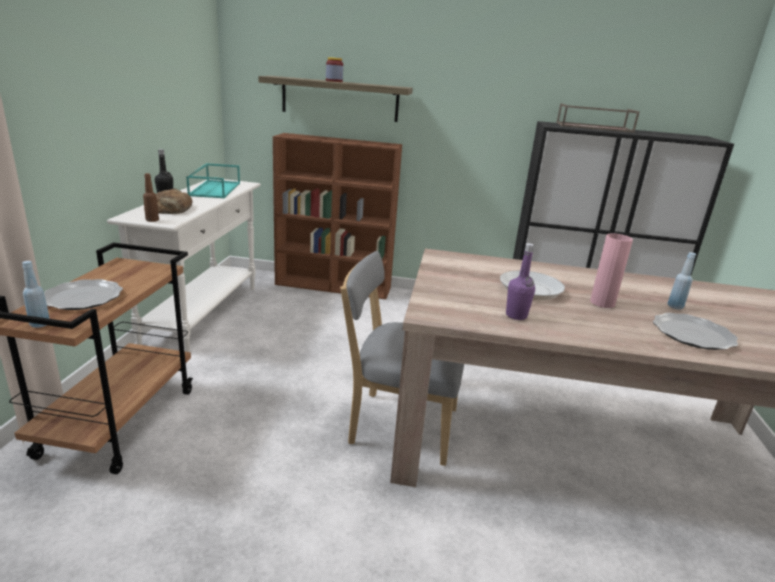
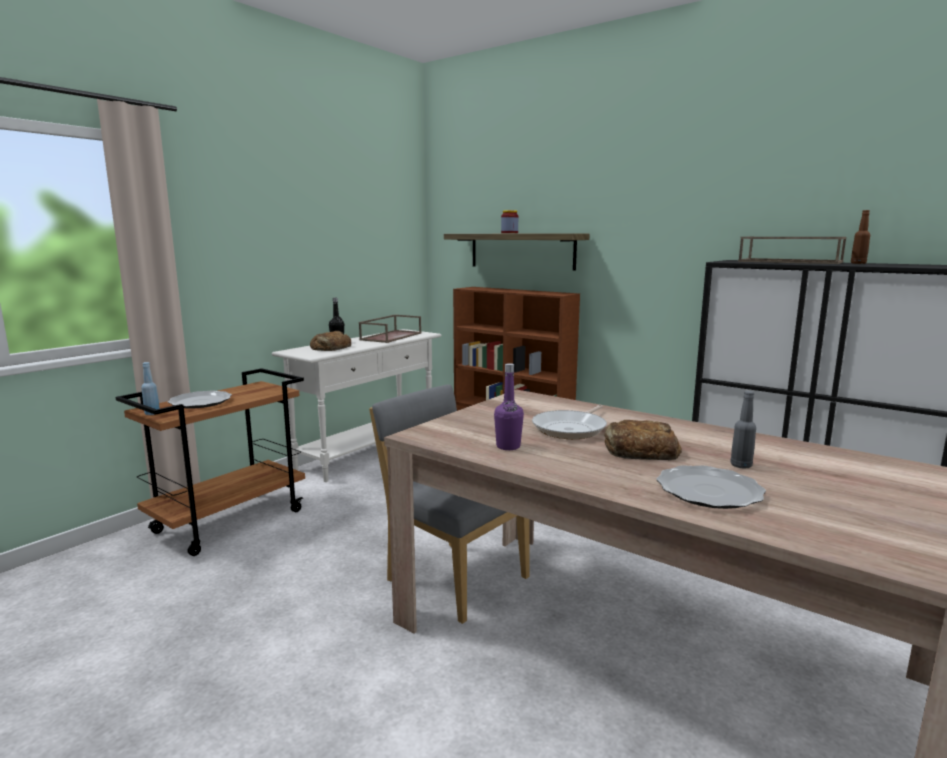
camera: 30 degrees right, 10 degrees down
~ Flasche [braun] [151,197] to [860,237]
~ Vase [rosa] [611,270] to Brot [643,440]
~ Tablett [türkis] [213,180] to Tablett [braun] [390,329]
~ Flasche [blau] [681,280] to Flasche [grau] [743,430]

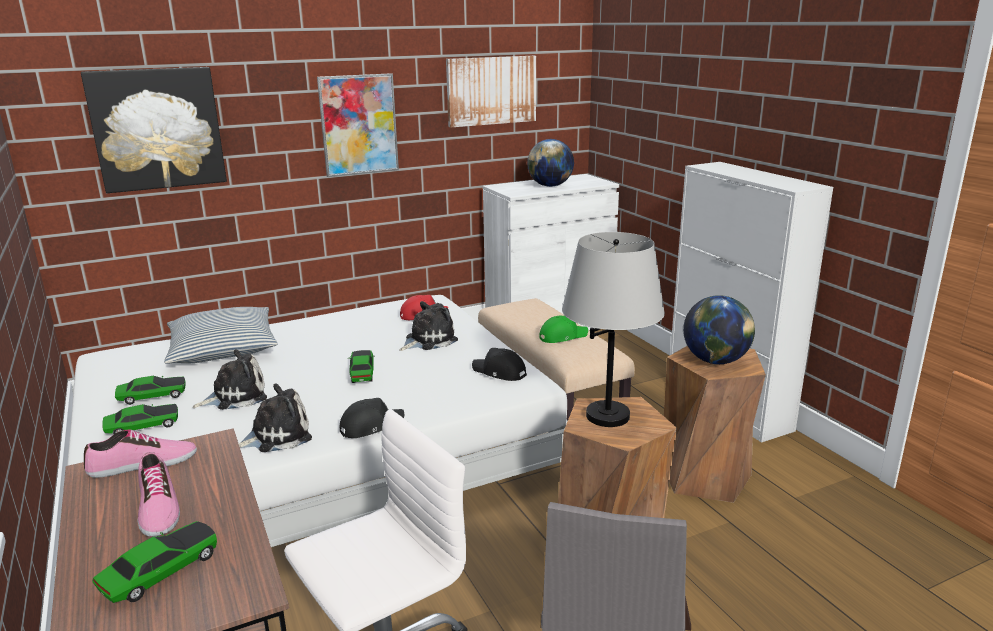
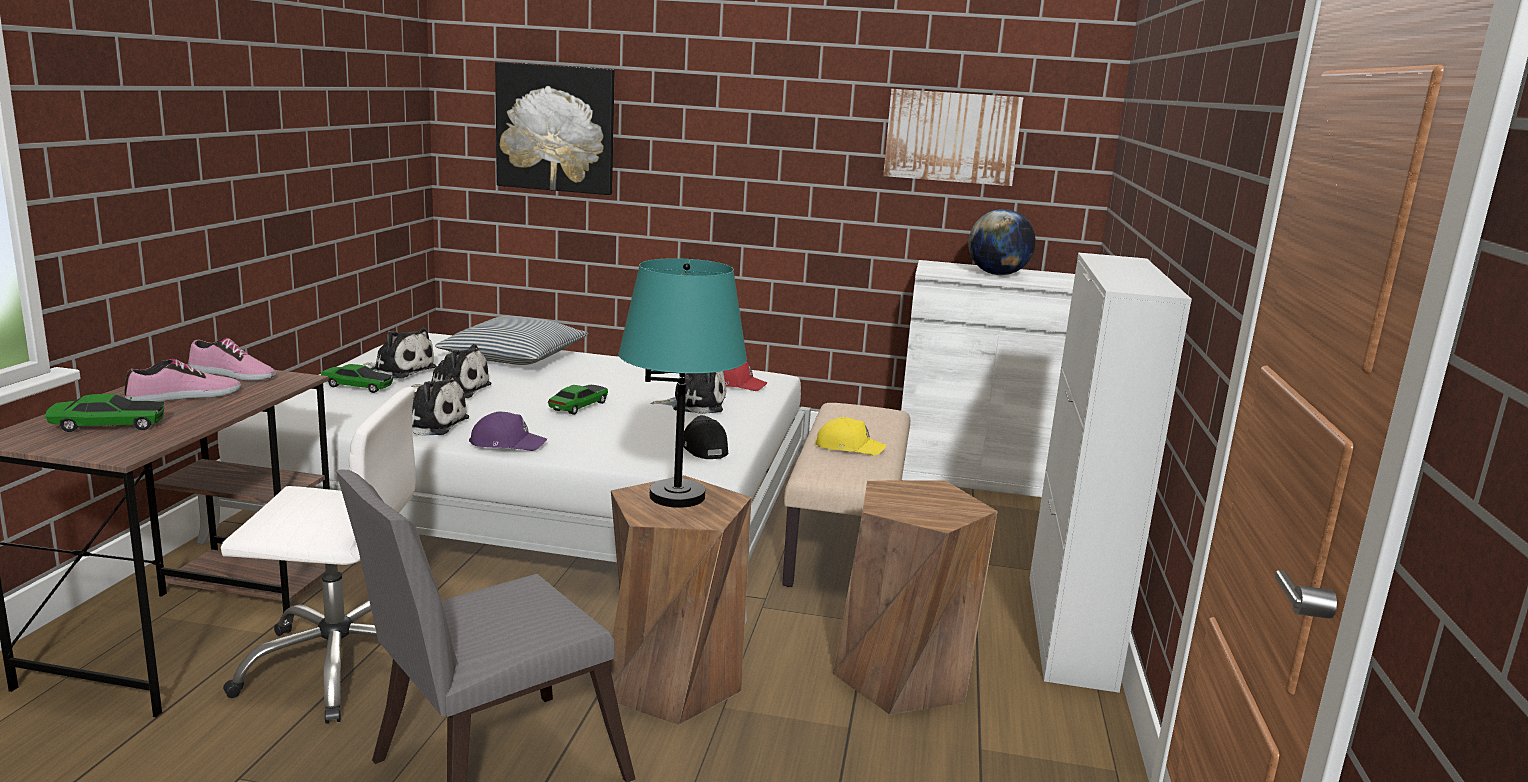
camera: 35 degrees right, 5 degrees down
- Bild [358,125]
- Globus [719,329]
~ Spielzeugauto [150,390] to Plüschtier [400,353]
~ Kappe [schwarz] [372,418] to Kappe [lila] [508,431]
~ Kappe [grün] [563,329] to Kappe [gelb] [851,436]
~ Tischlampe [grau] [613,329] to Tischlampe [türkis] [682,383]
~ Schuh [159,494] = [182,380] 135 degrees counterclockwise

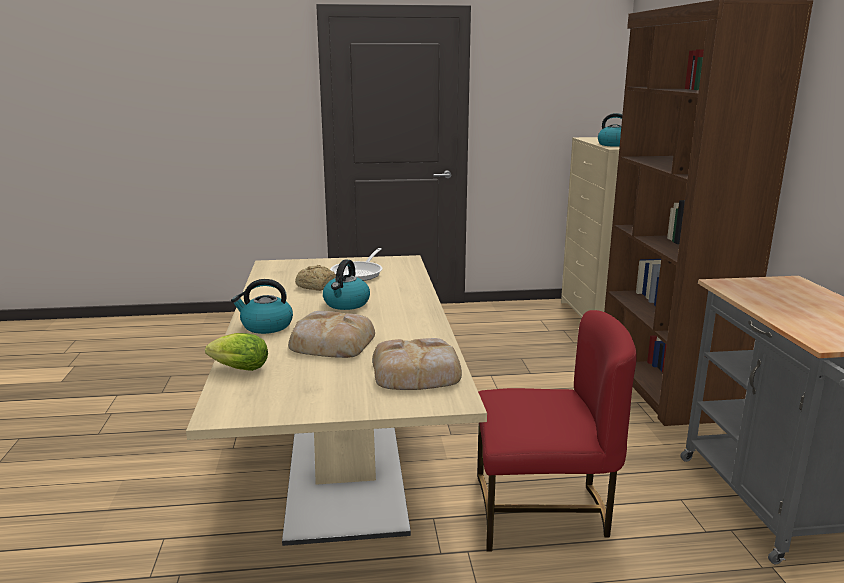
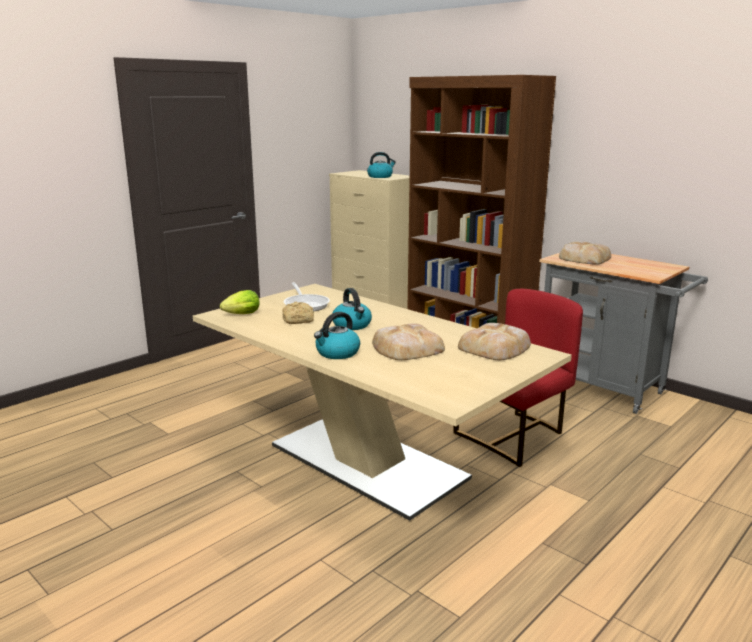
camera: 40 degrees left, 0 degrees up
+ Brot [585,253]
~ Salatkopf [236,352] to [240,302]

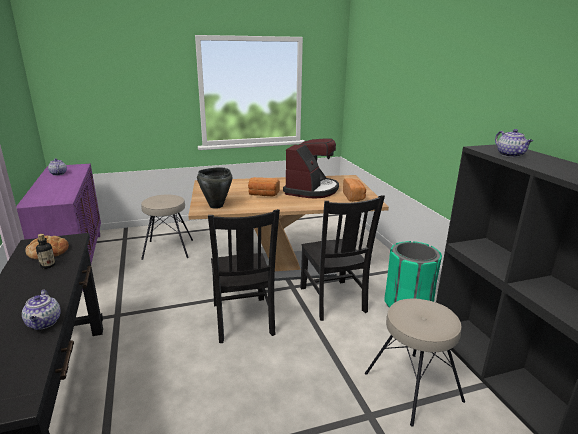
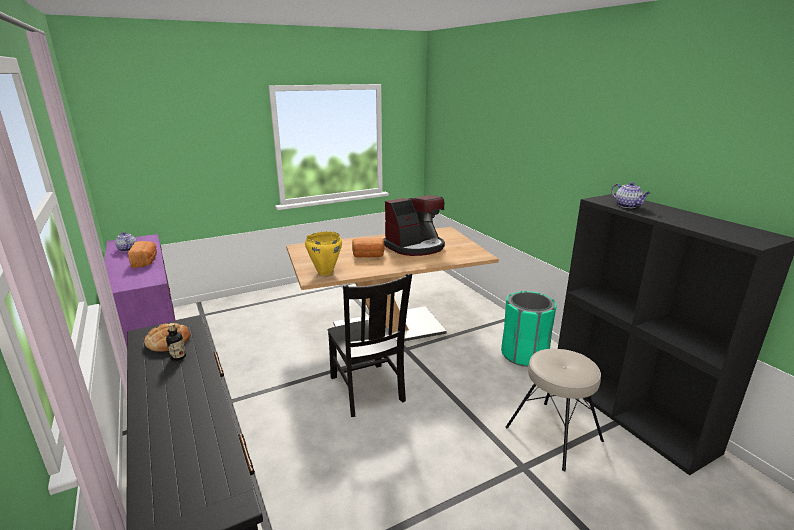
camera: 10 degrees left, 0 degrees up
- Teekanne [41,310]
- Hocker [beige] [167,227]
- Stuhl [schwarz] [342,258]
~ Brot [354,190] to [142,254]
~ Kochtopf [schwarz] [214,188] to Kochtopf [gelb] [323,253]
~ Kaffeemaschine [311,168] = [414,225] 45 degrees clockwise

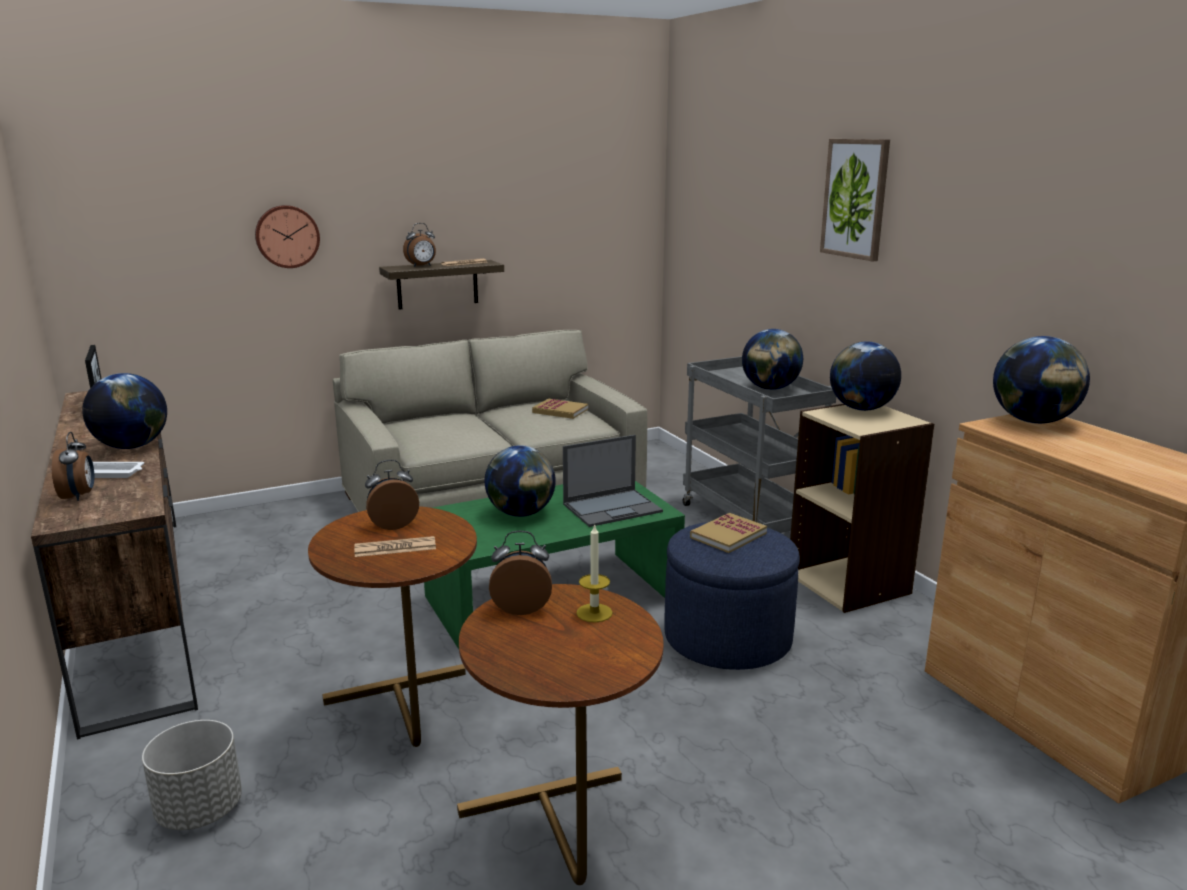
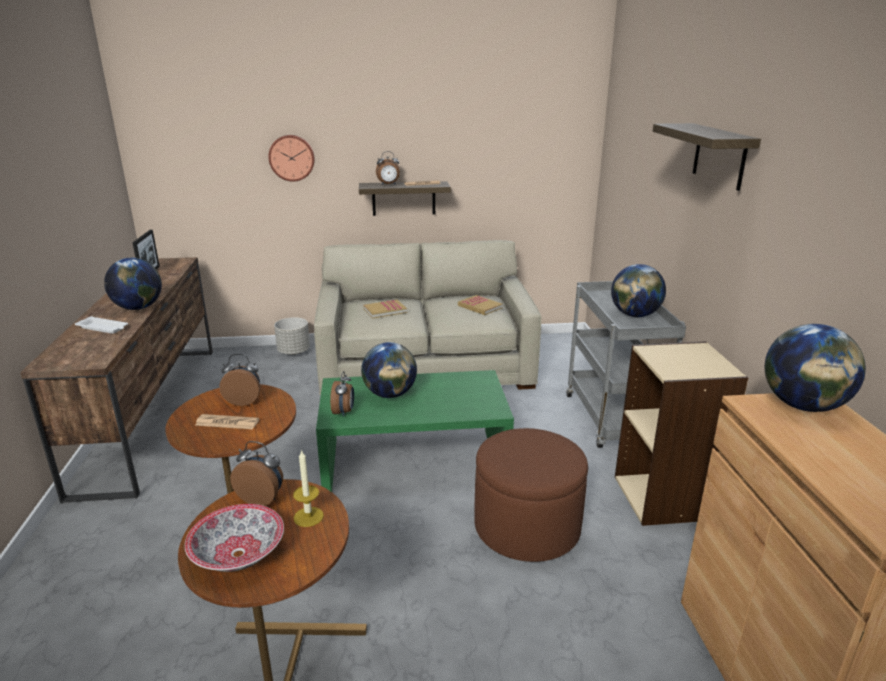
camera: 20 degrees right, 5 degrees up
- Laptop [613,481]
- Globus [865,376]
+ Schüssel [234,538]
~ Wecker [73,466] to [342,394]
~ Pflanzkübel [grau] [192,775] to [292,336]
~ Buch [728,533] to [385,309]
~ Bild [855,200] to Wandregal [707,157]
~ Polsterhocker [blau] [732,596] to Polsterhocker [braun] [531,495]

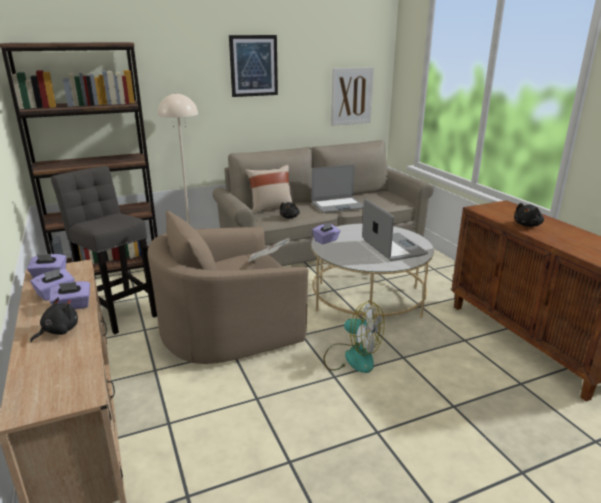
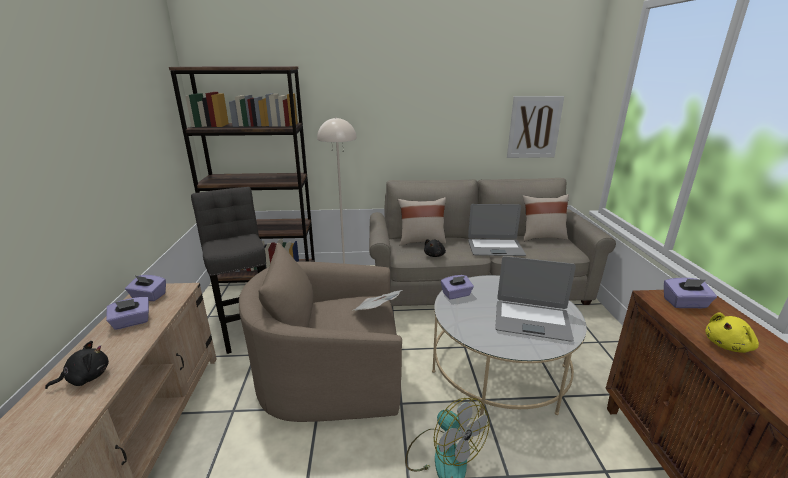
camera: 20 degrees right, 0 degrees up
- Bild [253,66]
+ Kissen [beige] [545,217]
~ Taschentuchbox [lila] [69,295] to [690,293]
~ Plüschtier [schwarz] [529,215] to Plüschtier [gelb] [732,332]
~ Laptop [395,230] = [535,299] 105 degrees clockwise

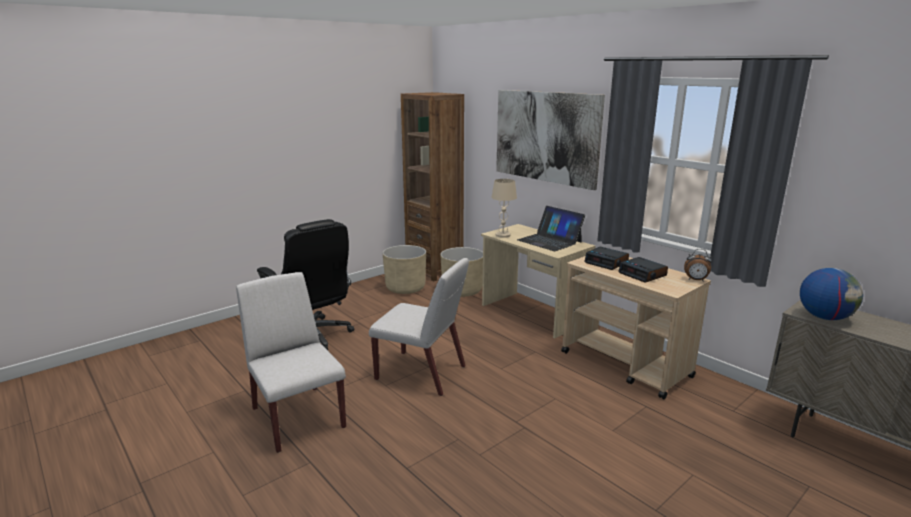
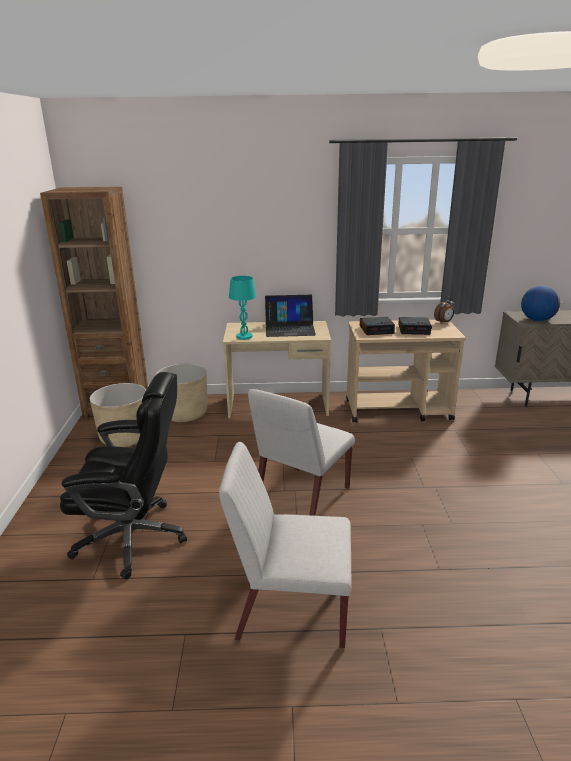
camera: 50 degrees left, 5 degrees up
- Bild [550,140]
~ Tischlampe [beige] [504,208] to Tischlampe [türkis] [242,308]
~ Stuhl [weiß] [419,327] = [301,452] 150 degrees clockwise

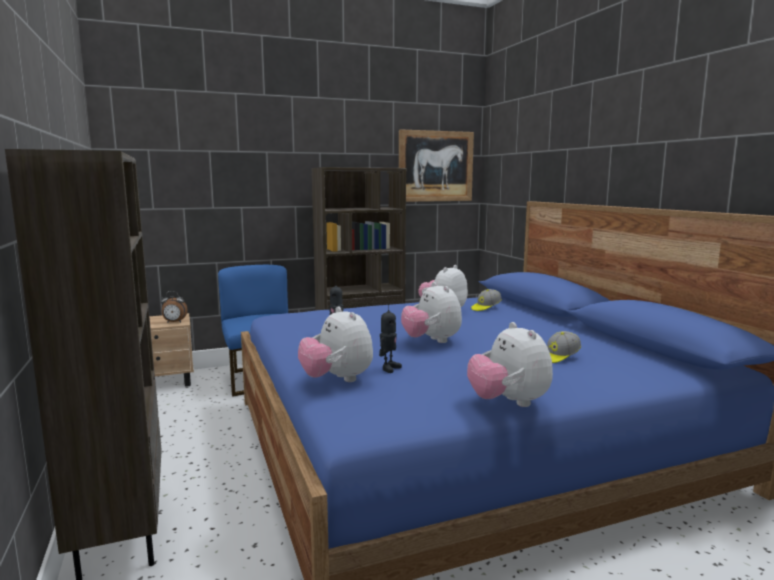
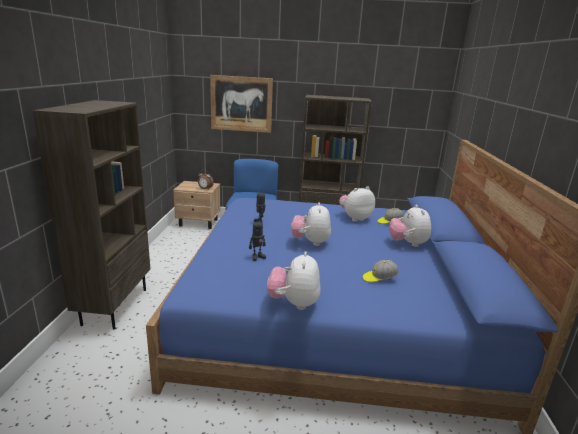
camera: 25 degrees right, 10 degrees up
~ Plüschtier [335,344] to [410,225]
~ Bild [436,165] to [241,104]

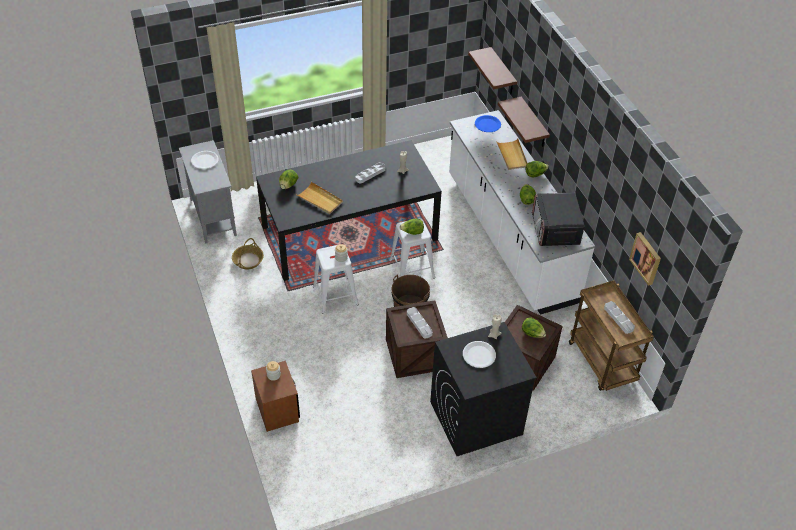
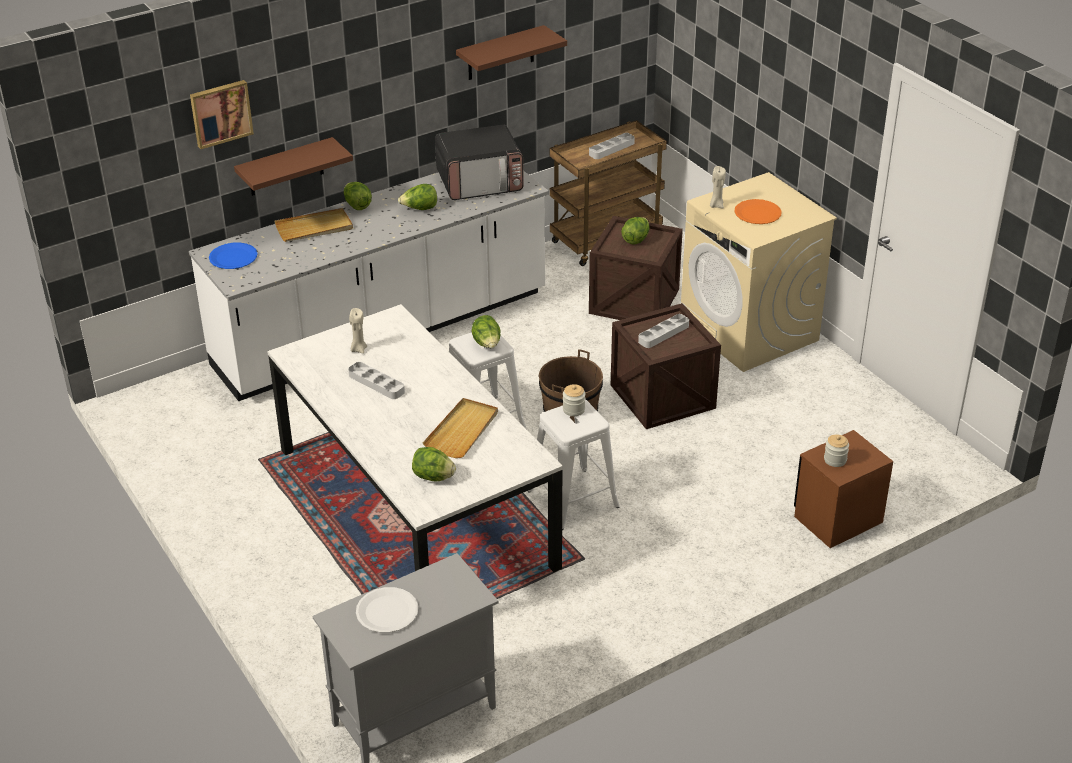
camera: 100 degrees left, 10 degrees down
- Korb [248,254]
~ Wandregal [braun] [492,70] to [511,52]
~ Bild [645,259] to [222,114]
~ Esstisch [schwarz] [349,210] to Esstisch [weiß] [415,438]
~ Waschmaschine [schwarz] [483,389] to Waschmaschine [beige] [759,272]
~ Teller [weiß] [479,354] to Teller [orange] [757,211]

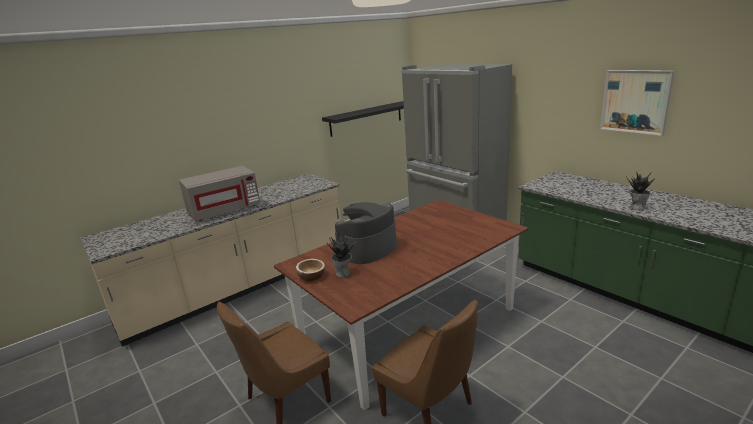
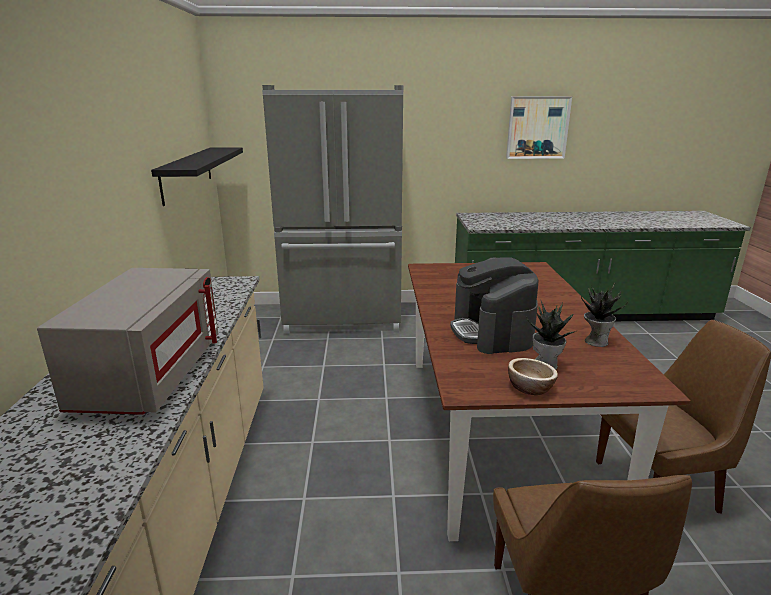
camera: 55 degrees left, 0 degrees up
~ Topfpflanze [640,190] to [604,314]

